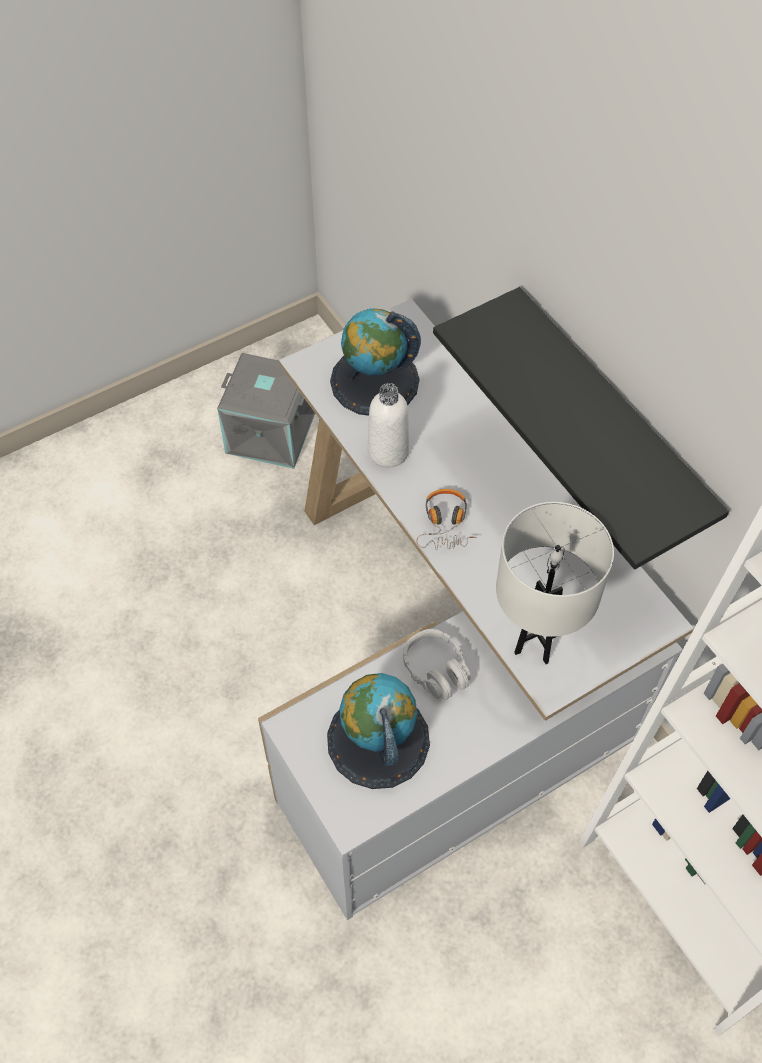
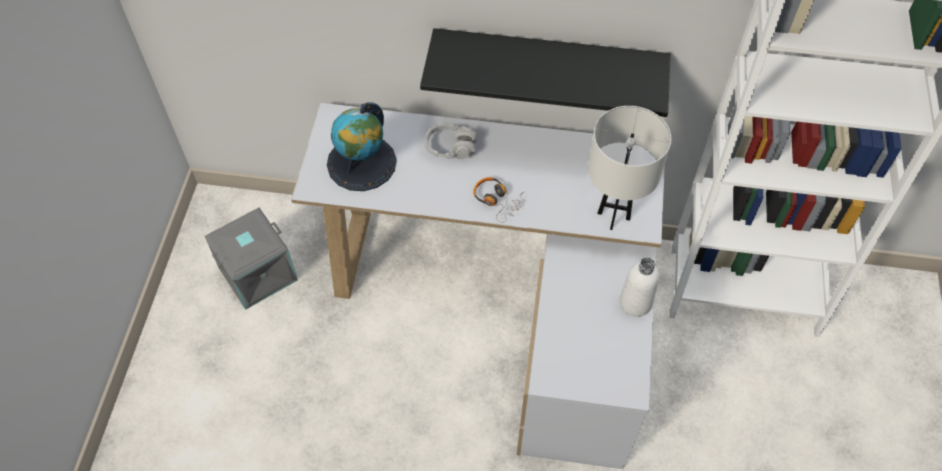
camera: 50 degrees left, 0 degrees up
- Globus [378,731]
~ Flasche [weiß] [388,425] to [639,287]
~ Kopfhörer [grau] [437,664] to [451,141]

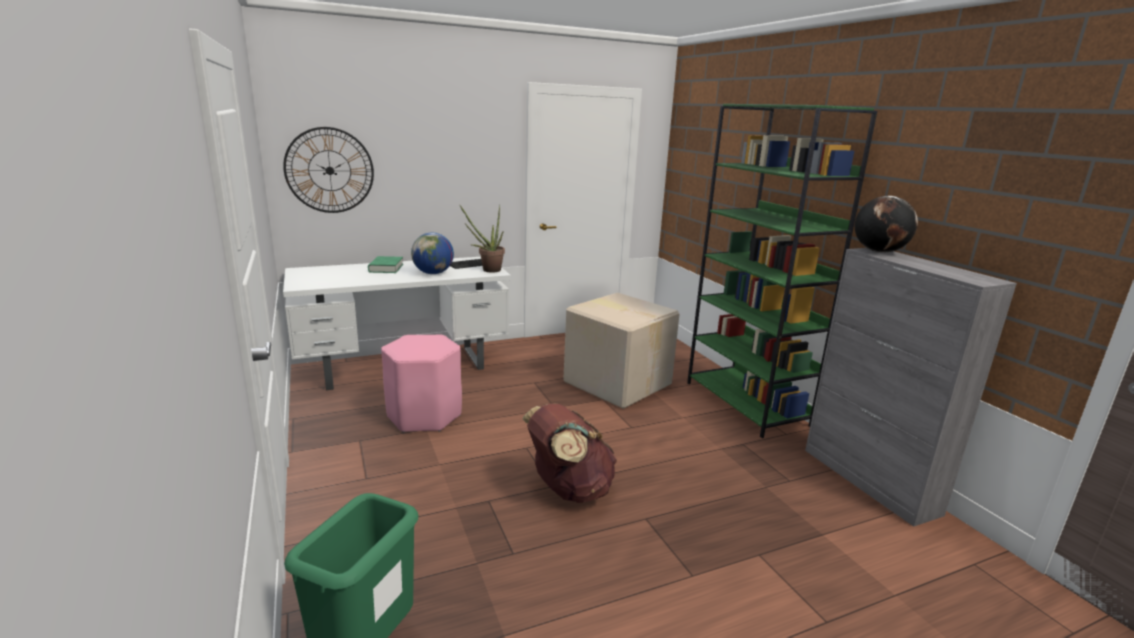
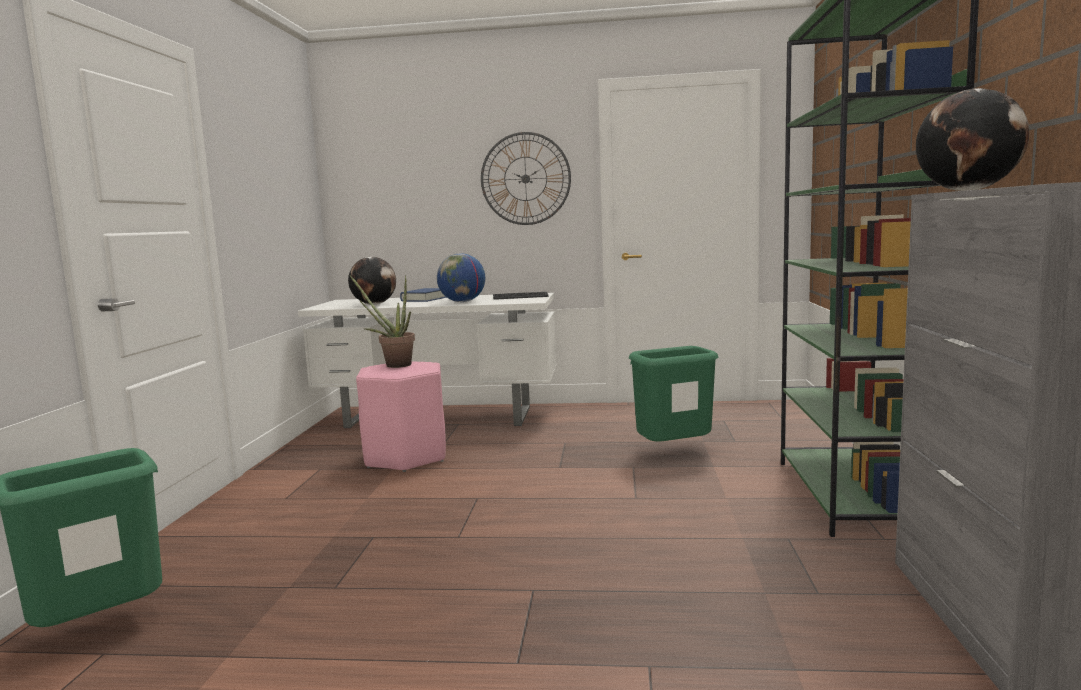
camera: 30 degrees right, 10 degrees down
- Rucksack [braun] [569,453]
+ Globus [372,281]
~ Wanduhr [328,170] to [526,178]
~ Topfpflanze [482,238] to [382,321]
~ Karton [621,351] to Mülleimer [grün] [673,394]
~ Buch [grün] [385,264] to Buch [blau] [423,295]

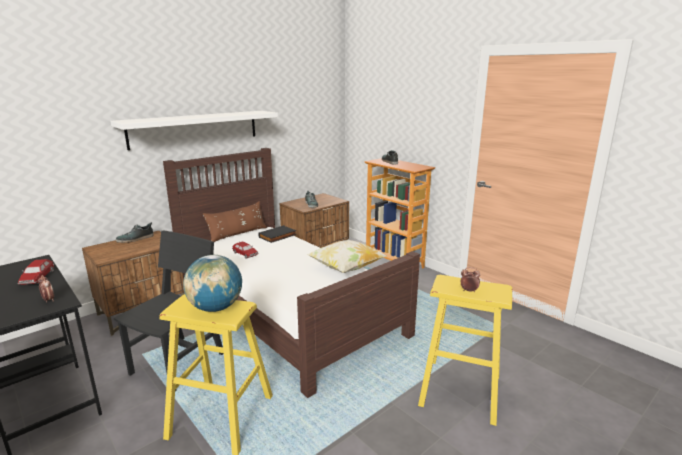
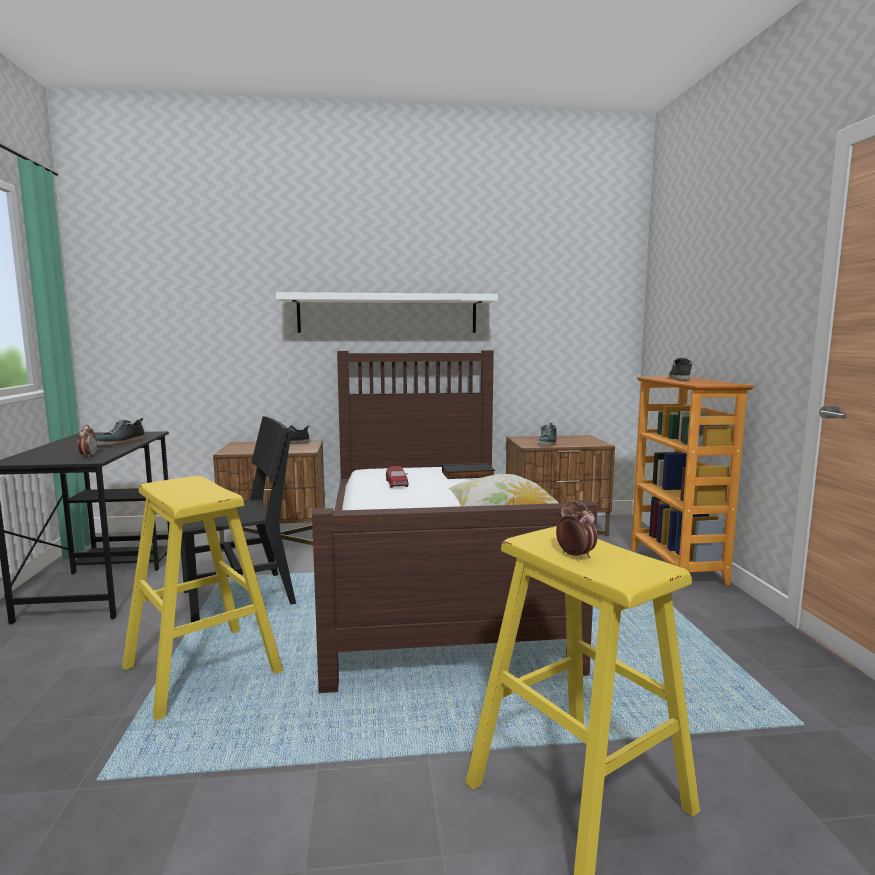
camera: 35 degrees right, 10 degrees down
- Globus [212,283]
- Kissen [braun] [235,221]
~ Spielzeugauto [35,271] to Schuh [120,431]

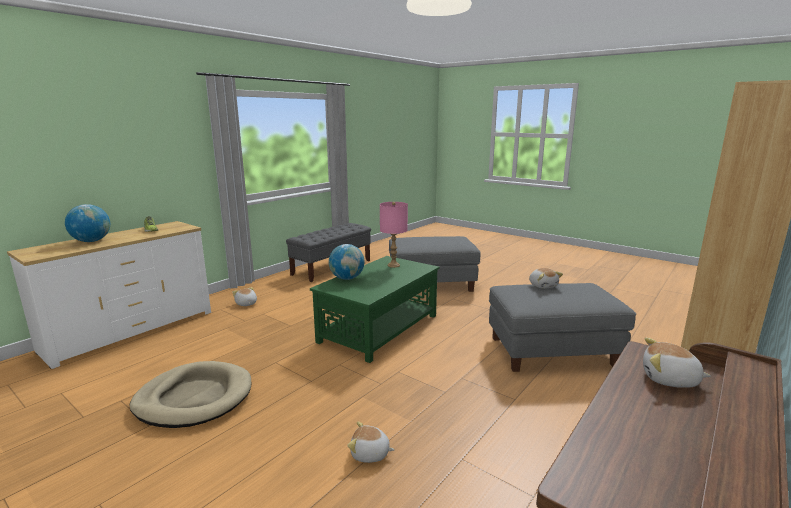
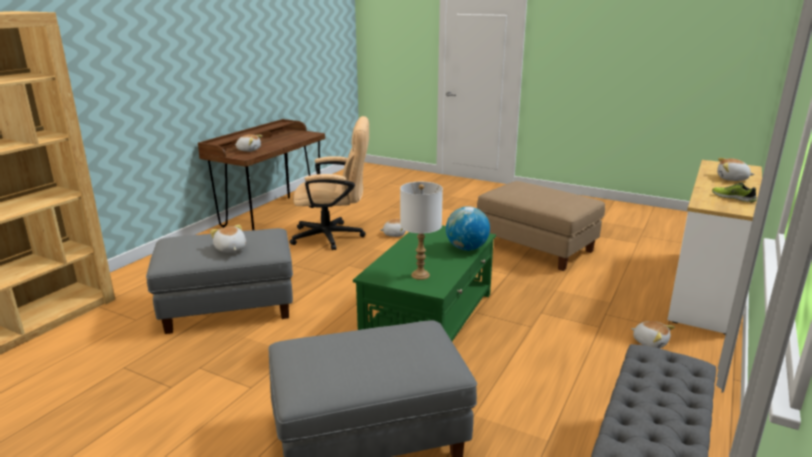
camera: 170 degrees right, 5 degrees up
+ Bürostuhl [beige] [329,183]
~ Globus [87,223] to Plüschtier [736,169]
~ Hundebett [beige] [190,394] to Polsterhocker [beige] [541,226]
~ Tischlampe [rosa] [394,235] to Tischlampe [weiß] [421,231]

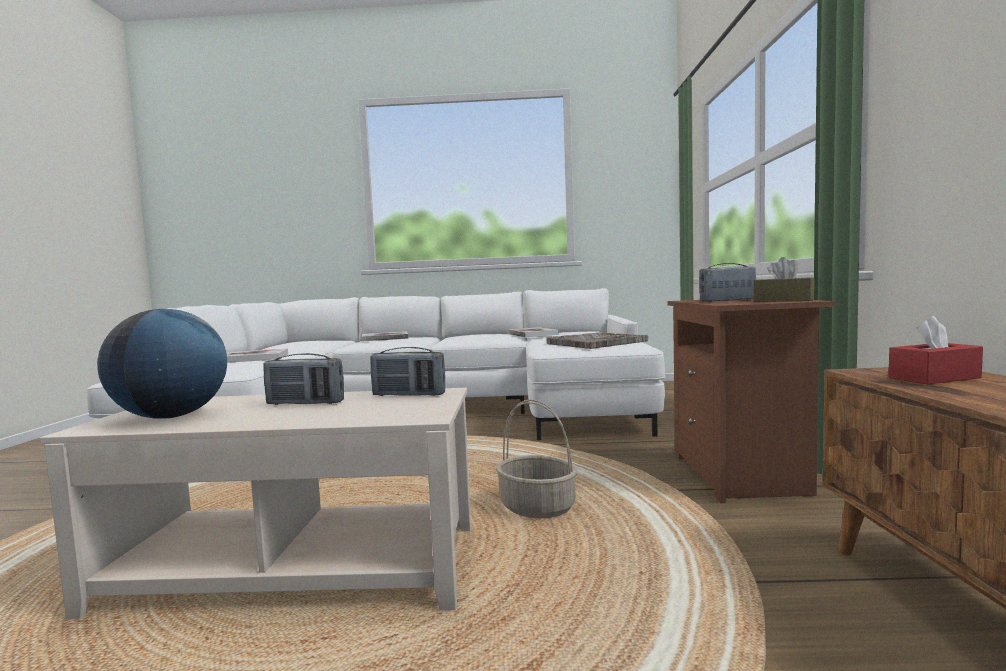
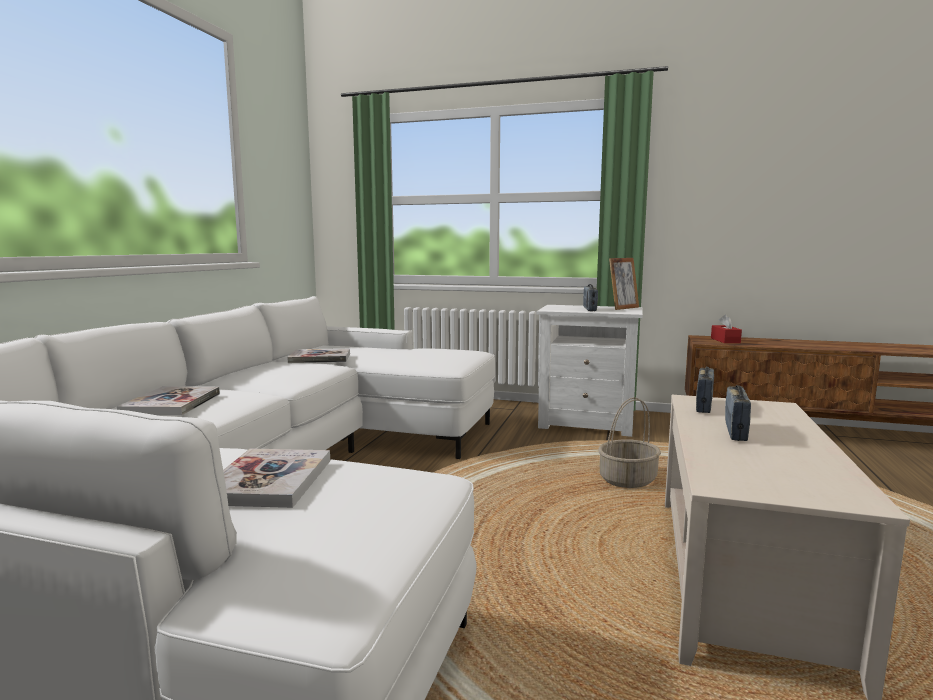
camera: 75 degrees left, 5 degrees up
- Globus [162,364]
- Tablett [grau] [597,340]
~ Taschentuchbox [braun] [784,279] to Bilderrahmen [624,284]
~ Nachttisch [braun] [752,401] to Nachttisch [weiß] [590,371]

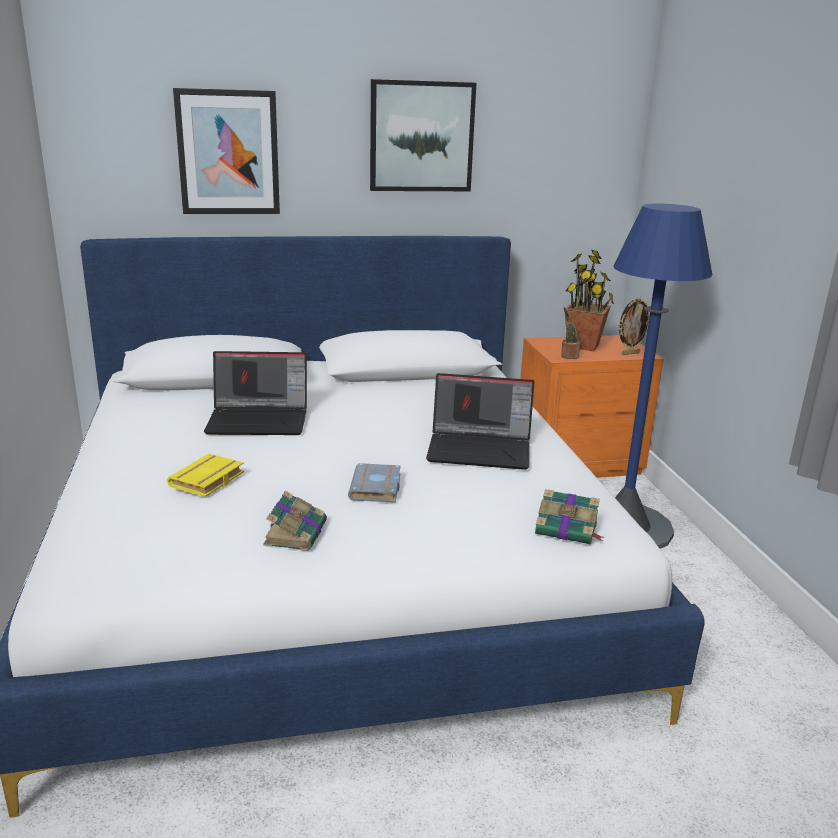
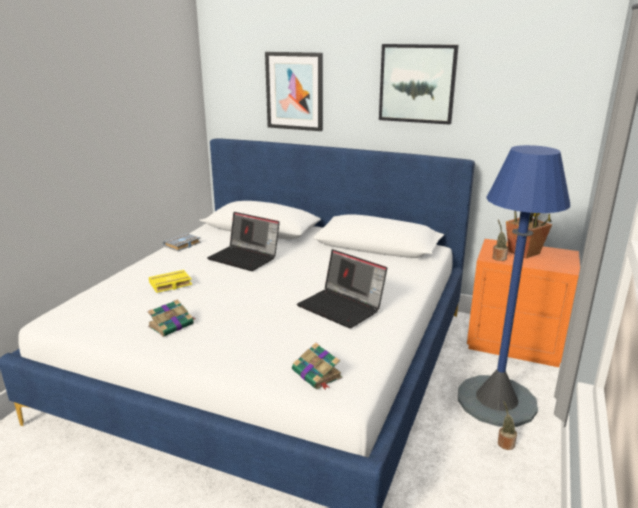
camera: 35 degrees right, 0 degrees up
- Bilderrahmen [634,326]
+ Topfpflanze [507,425]
~ Buch [grau] [374,483] to [182,242]

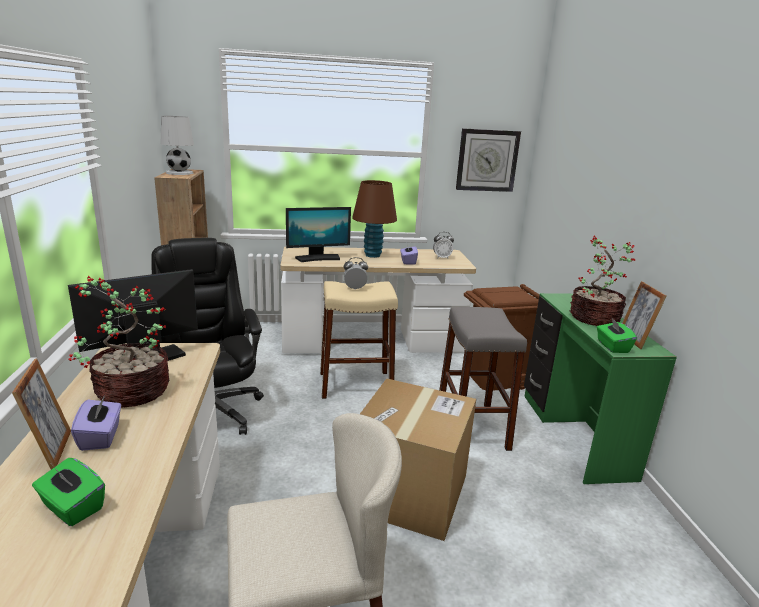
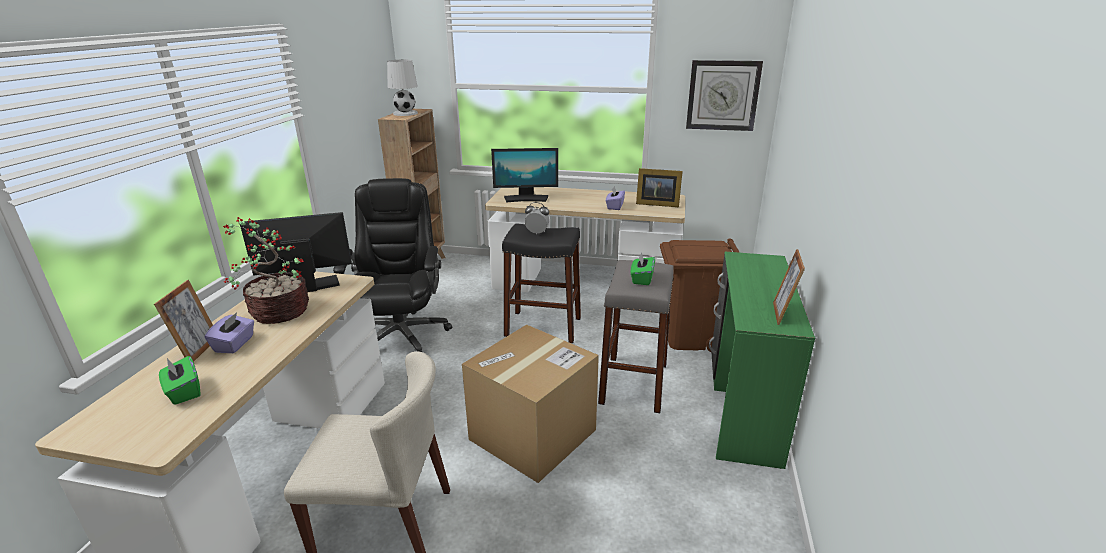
camera: 20 degrees right, 5 degrees up
- Tischlampe [braun] [374,219]
- Topfpflanze [603,280]
~ Taschentuchbox [grün] [617,335] to [643,268]
~ Wecker [443,245] to Bilderrahmen [659,187]
~ Hocker [beige] [359,340] to Hocker [schwarz] [541,283]

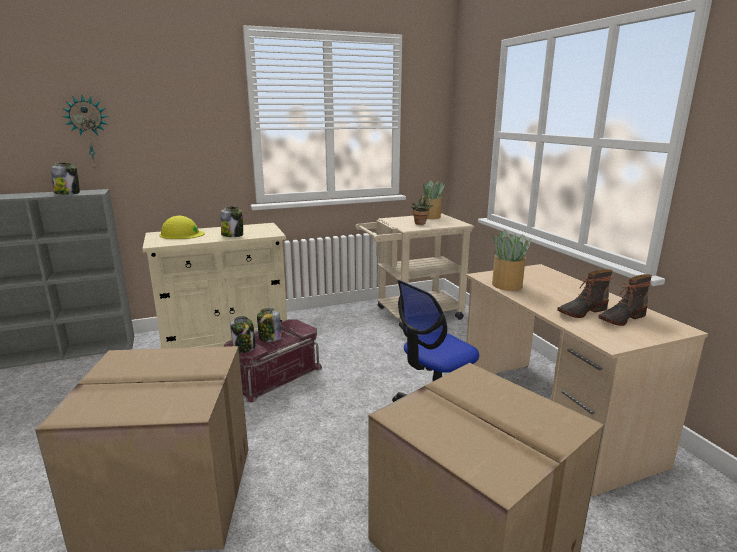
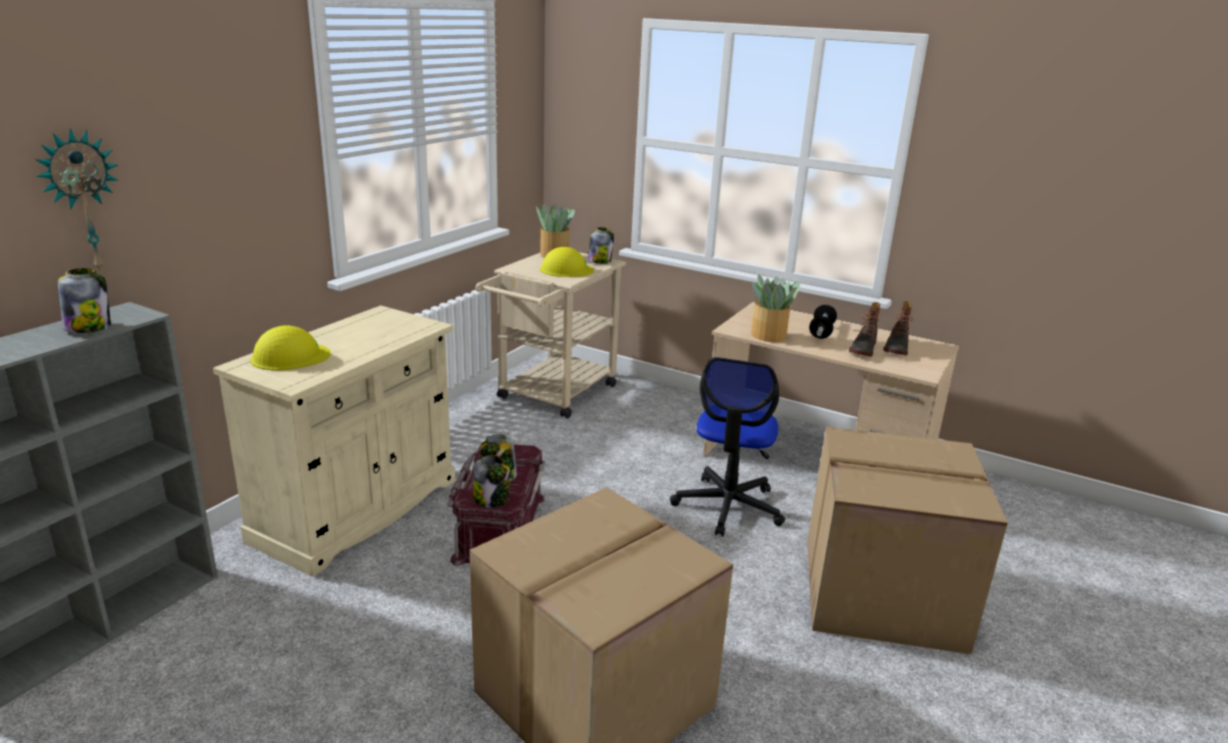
camera: 40 degrees left, 5 degrees up
+ Hantel [823,322]
~ Vorratsglas [232,221] to [601,245]
~ Topfpflanze [422,209] to Schutzhelm [gelb] [567,262]

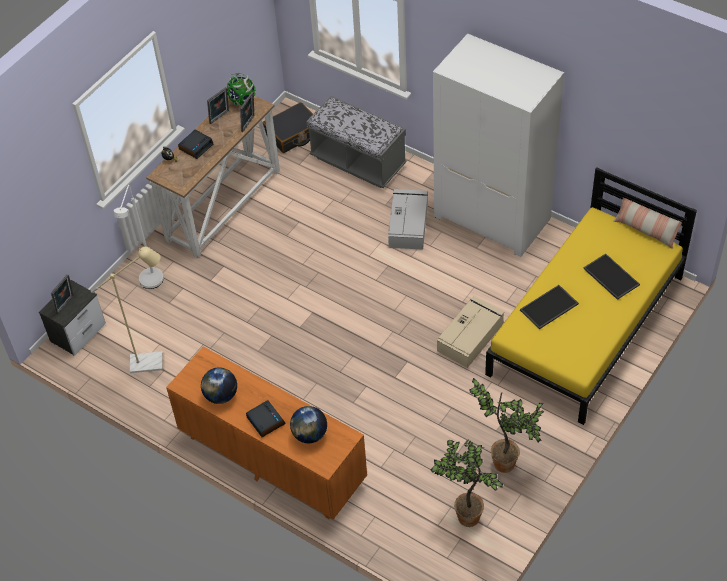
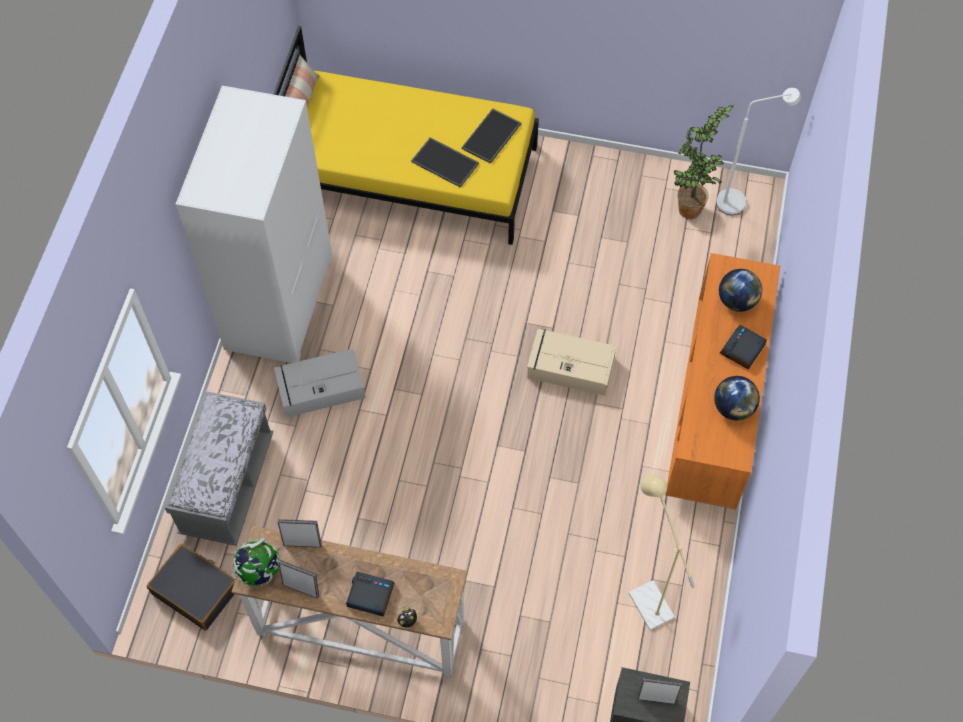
camera: 115 degrees left, 10 degrees up
- Topfpflanze [506,425]
~ Stehlampe [weiß] [139,237] to [758,151]
~ Aufbewahrungsbox [beige] [470,332] to [571,362]
~ Tablett [611,276] to [491,136]

